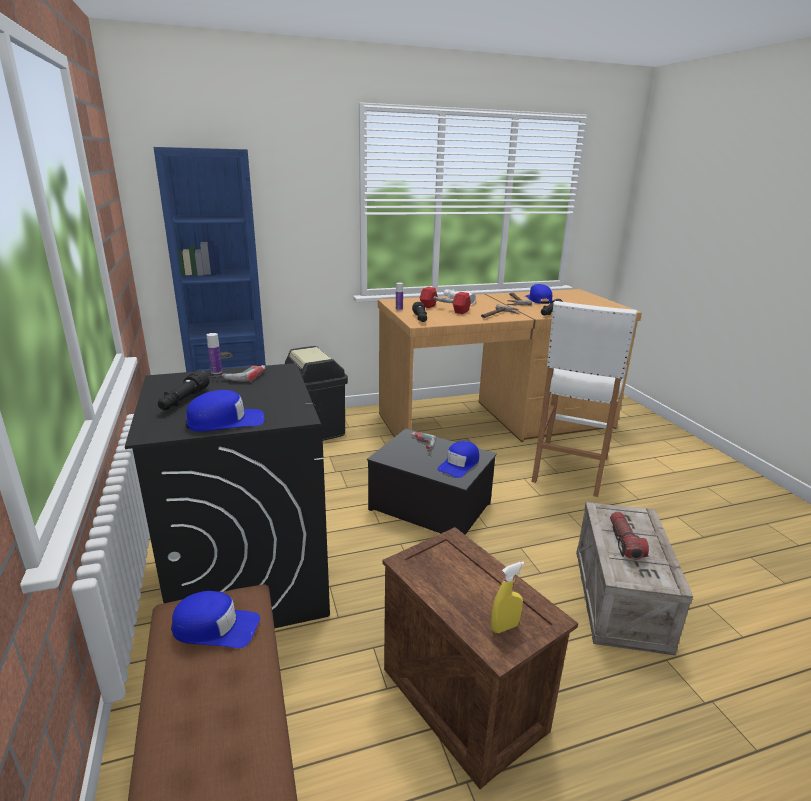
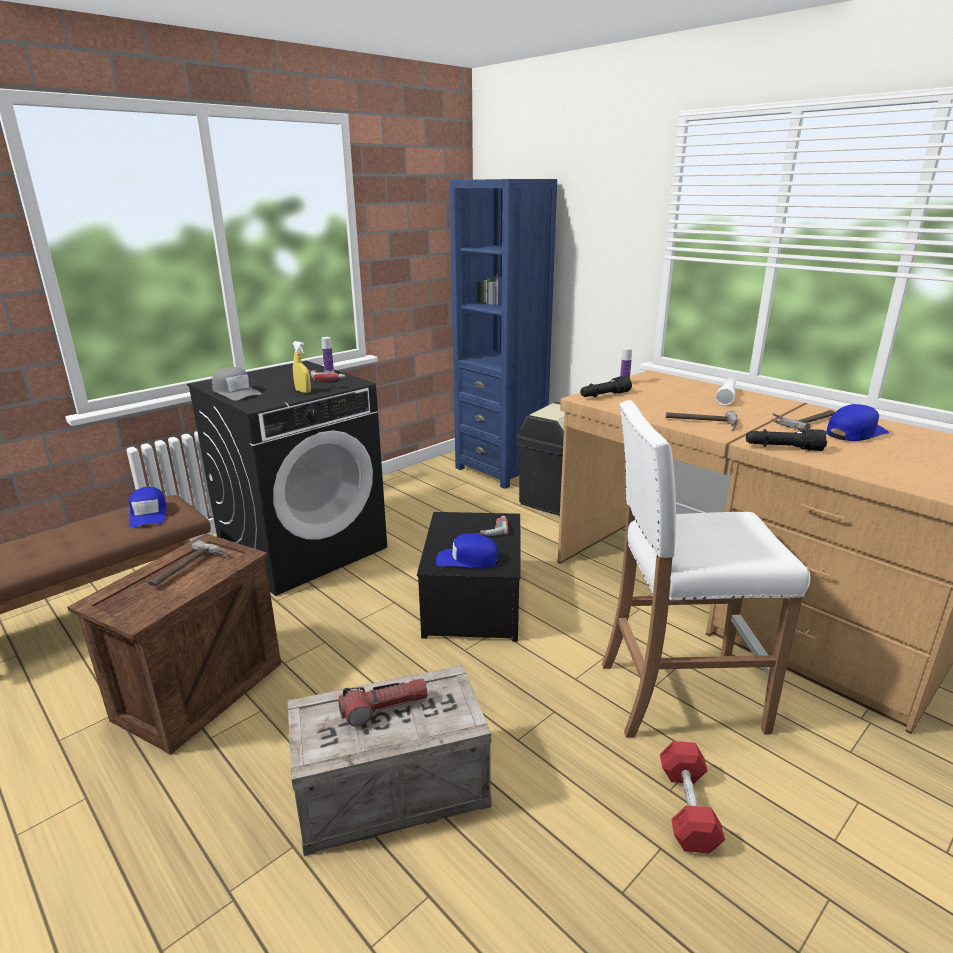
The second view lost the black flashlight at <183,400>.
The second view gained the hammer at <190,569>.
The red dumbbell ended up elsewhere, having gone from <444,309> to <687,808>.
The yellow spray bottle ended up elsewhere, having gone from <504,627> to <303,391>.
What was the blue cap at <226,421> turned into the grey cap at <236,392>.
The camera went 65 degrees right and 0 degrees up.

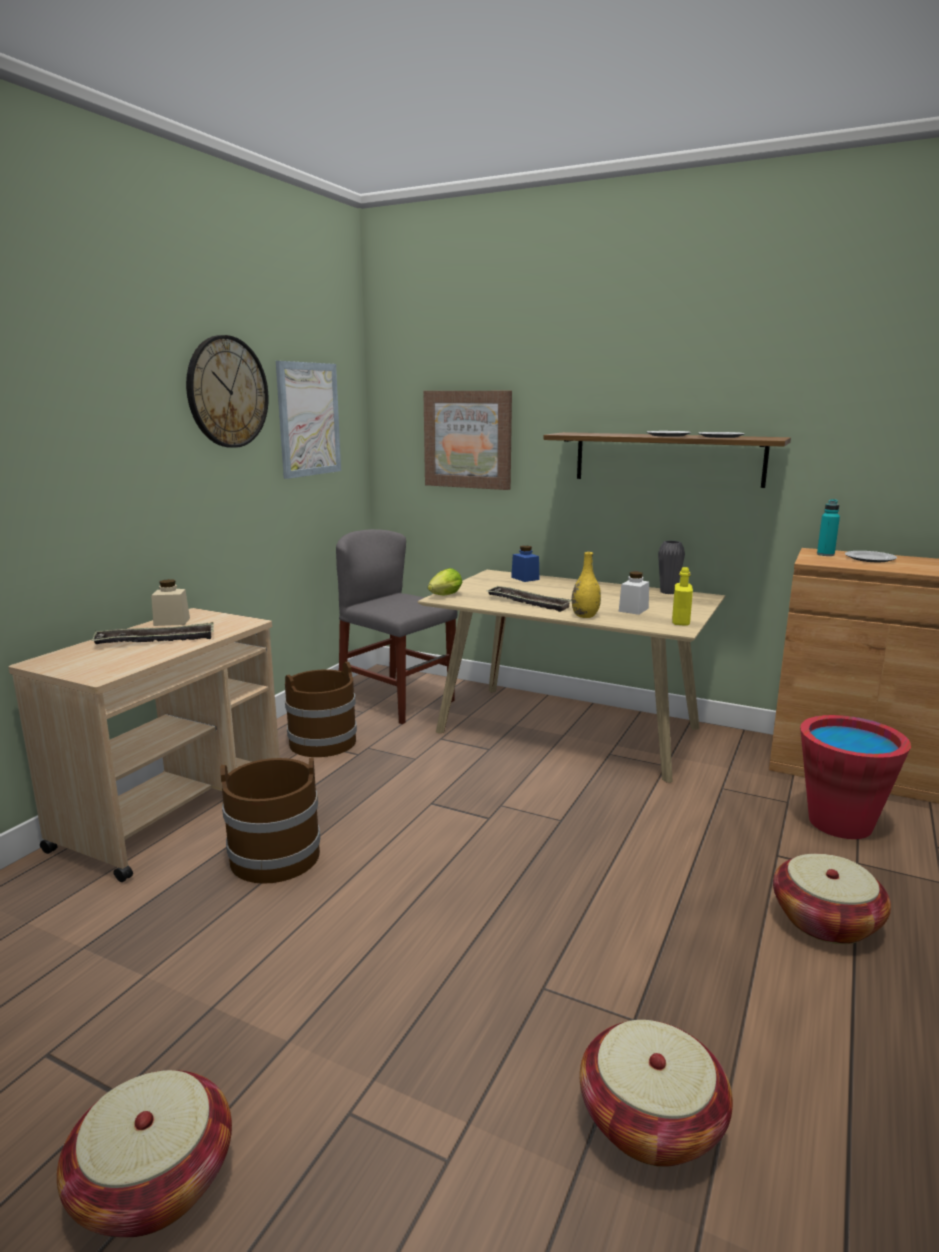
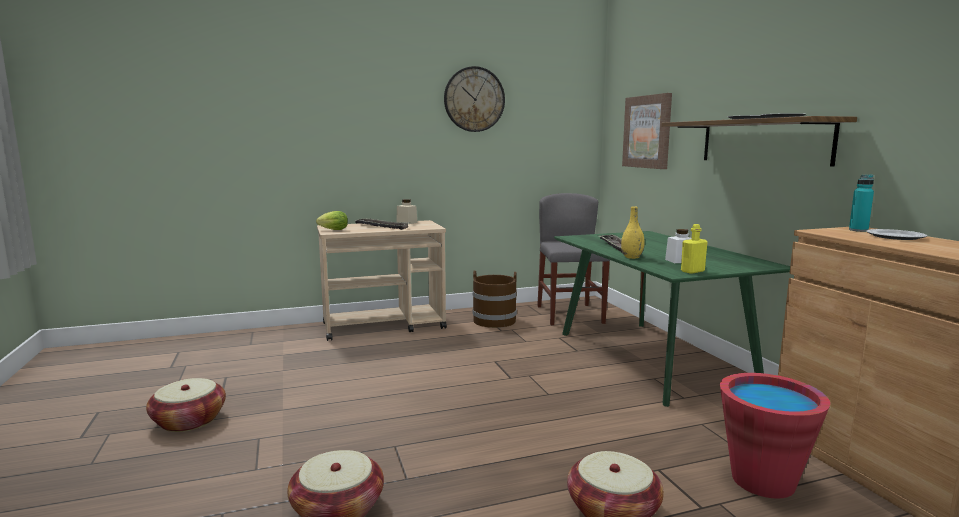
The second view lost the brown bucket at <274,857>.
The second view lost the picture at <309,419>.
The second view lost the blue jar at <525,578>.
The second view lost the grey vase at <668,592>.
The lettuce ended up elsewhere, having gone from <443,596> to <332,230>.
What was the beige dining table at <569,729> turned into the green dining table at <653,358>.
The camera went 45 degrees right and 5 degrees down.

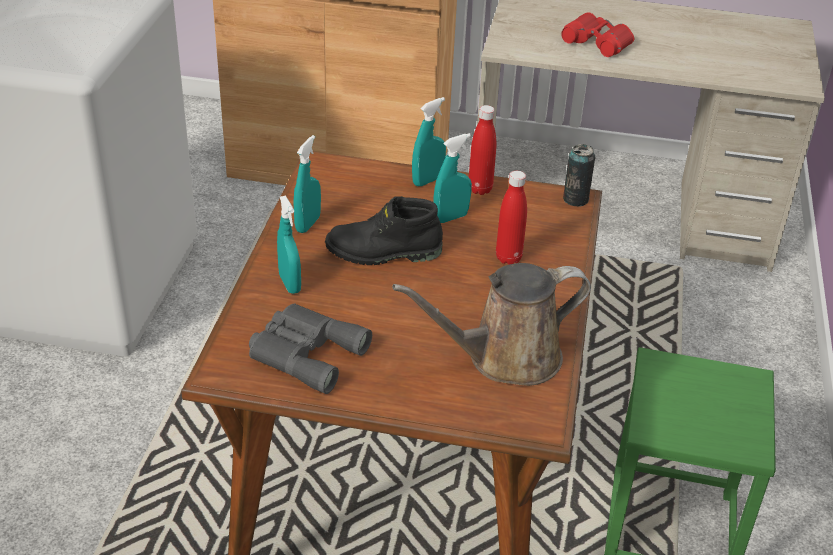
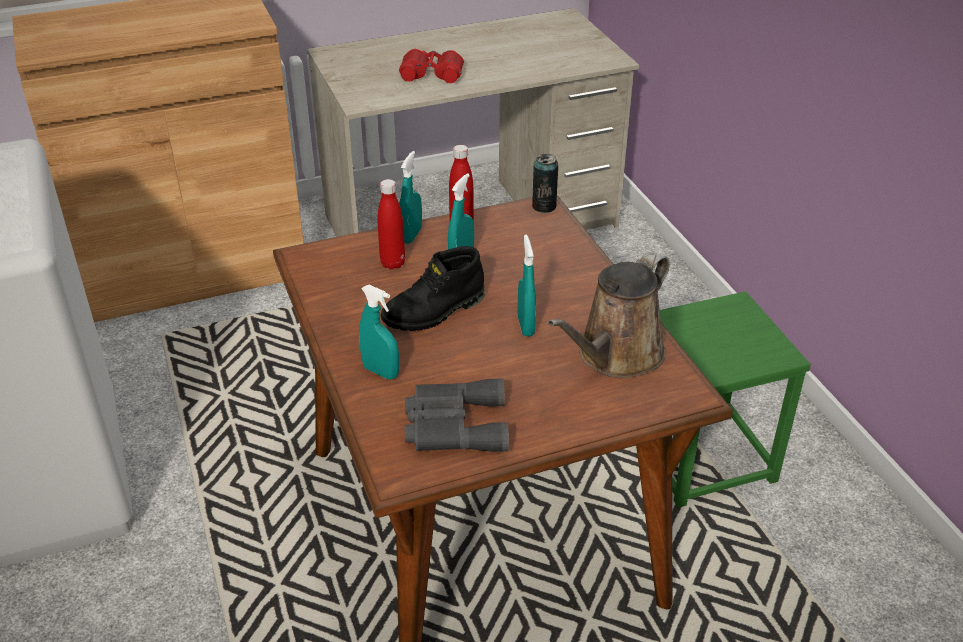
The turquoise spray bottle ended up elsewhere, having gone from <308,224> to <525,326>.
The red bottle ended up elsewhere, having gone from <508,258> to <392,263>.
The camera went 30 degrees left and 0 degrees up.

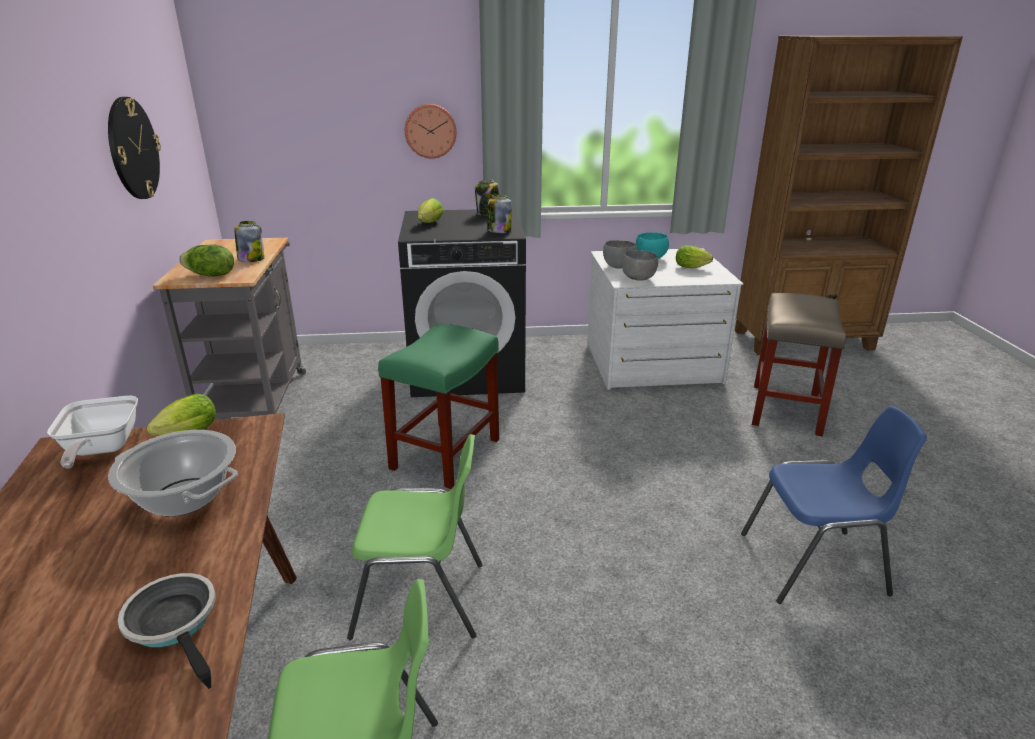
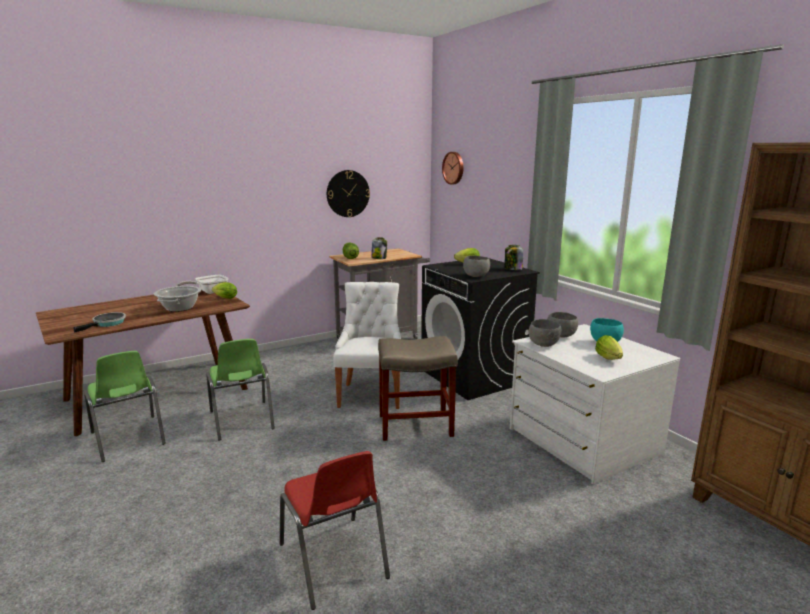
The wall clock ended up elsewhere, having gone from <430,131> to <454,168>.
The beige stool ended up elsewhere, having gone from <785,408> to <416,425>.
Where the green stool stood at <446,453>, the white chair came to stand at <371,394>.
Where the jar stood at <499,231>, the grey bowl came to stand at <475,276>.
What was the blue chair at <815,565> turned into the red chair at <334,562>.
The camera went 65 degrees right and 10 degrees down.

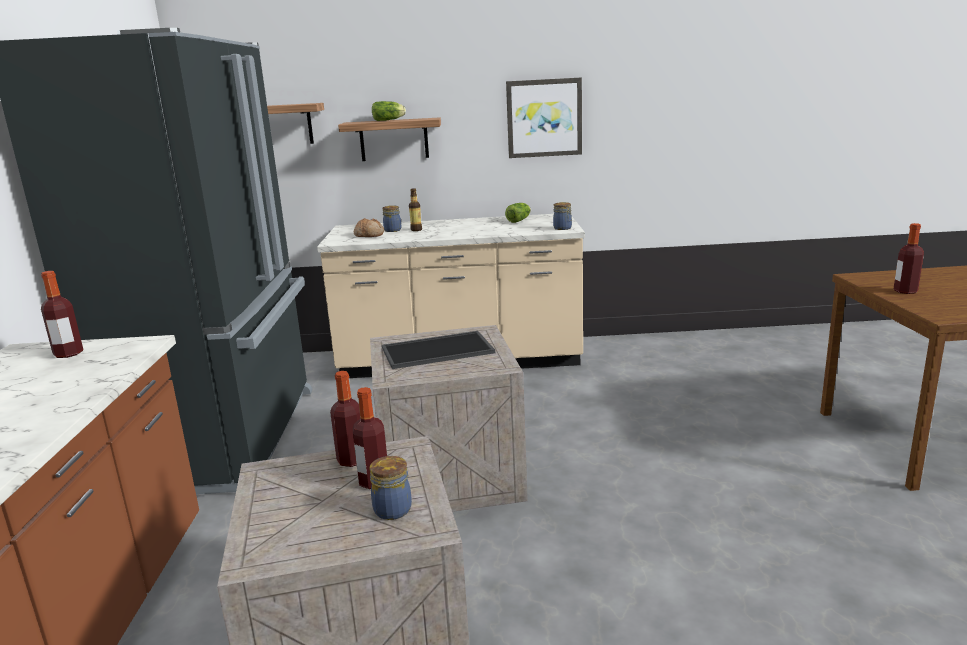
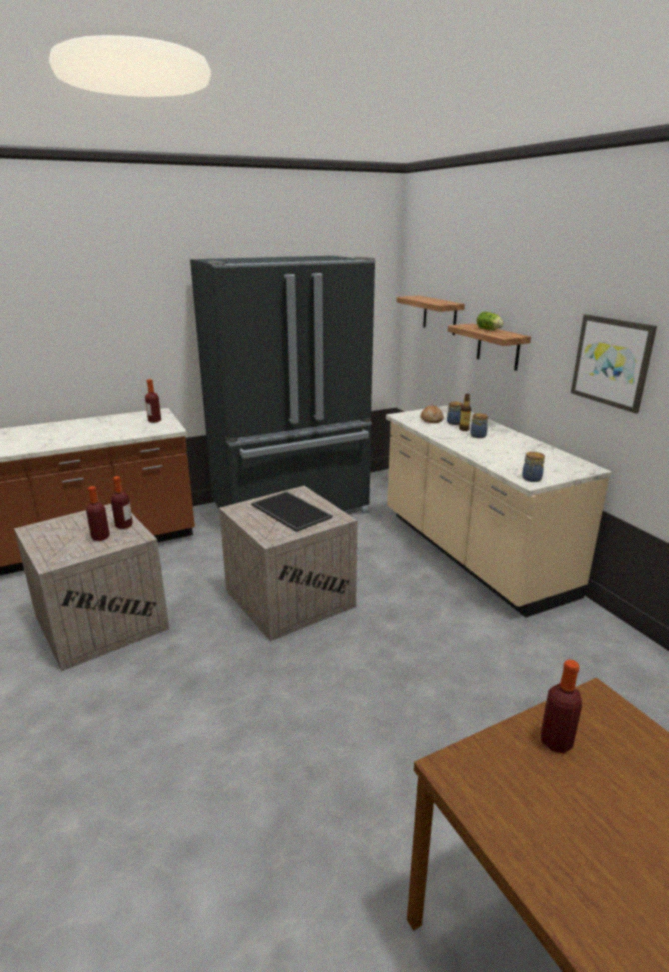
The second view lost the lettuce at <519,220>.
The jar ended up elsewhere, having gone from <392,509> to <478,435>.
The camera went 65 degrees right and 5 degrees up.

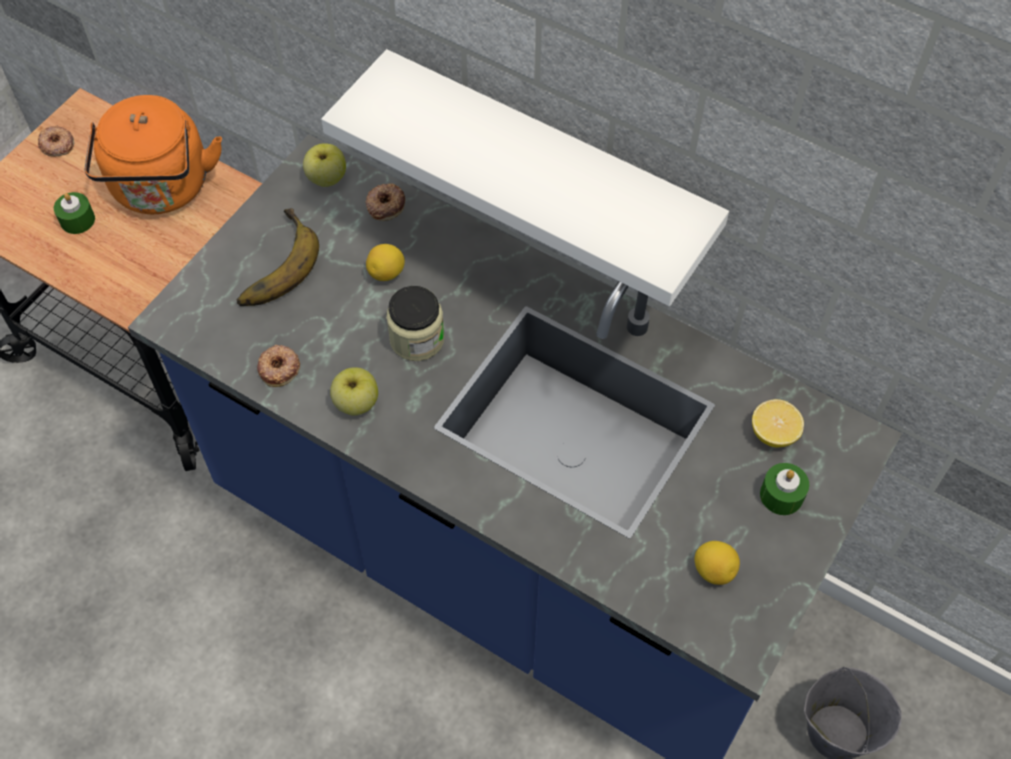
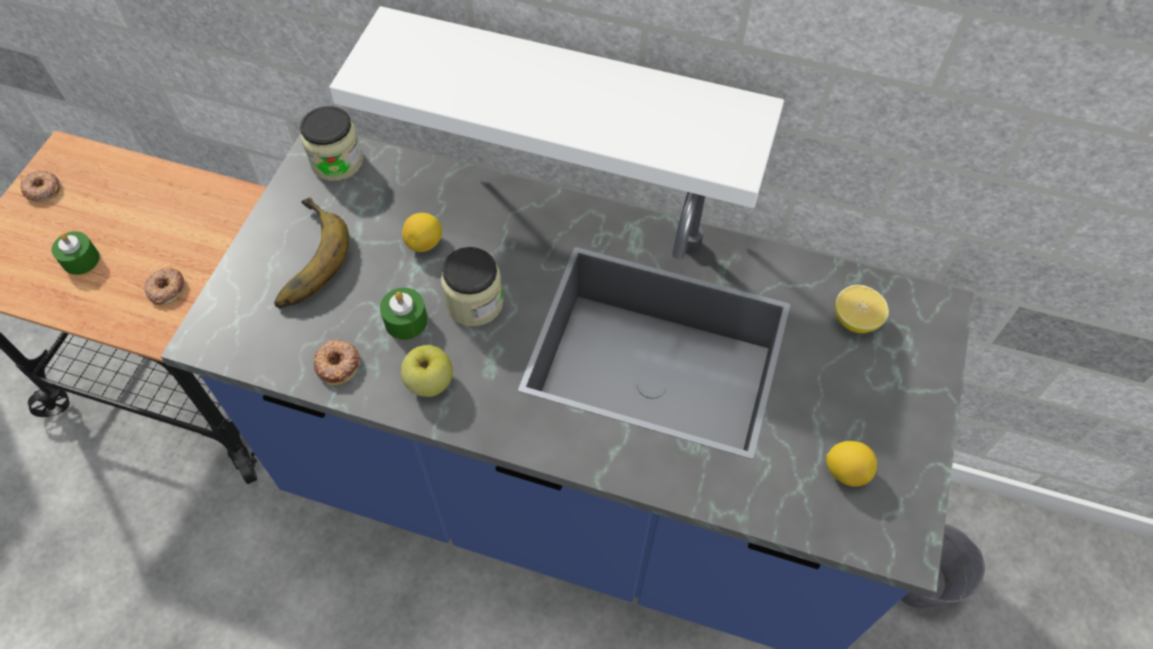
The second view lost the orange kettle at <161,190>.
The donut ended up elsewhere, having gone from <385,205> to <166,289>.
The green candle ended up elsewhere, having gone from <781,495> to <406,321>.
Where the apple stood at <326,178>, the jar came to stand at <337,162>.
The camera went 15 degrees left and 0 degrees up.

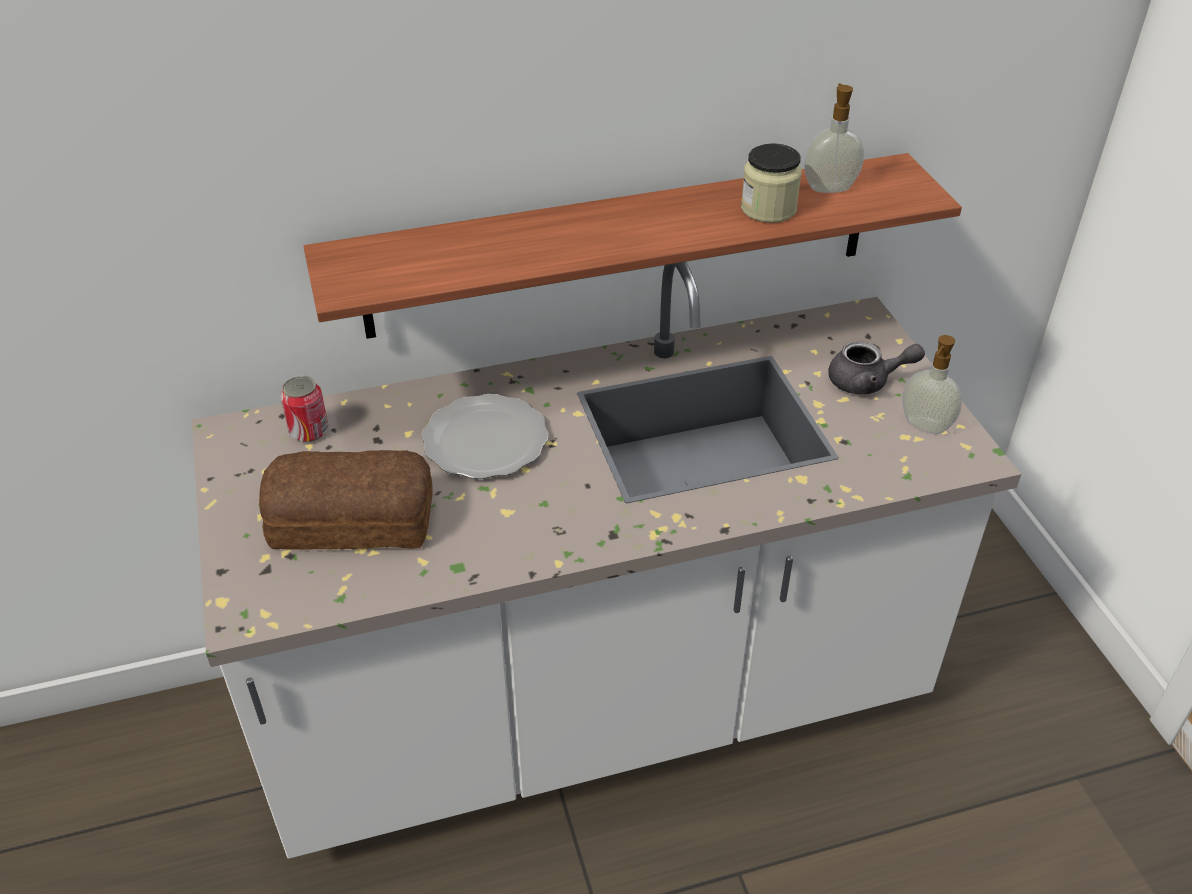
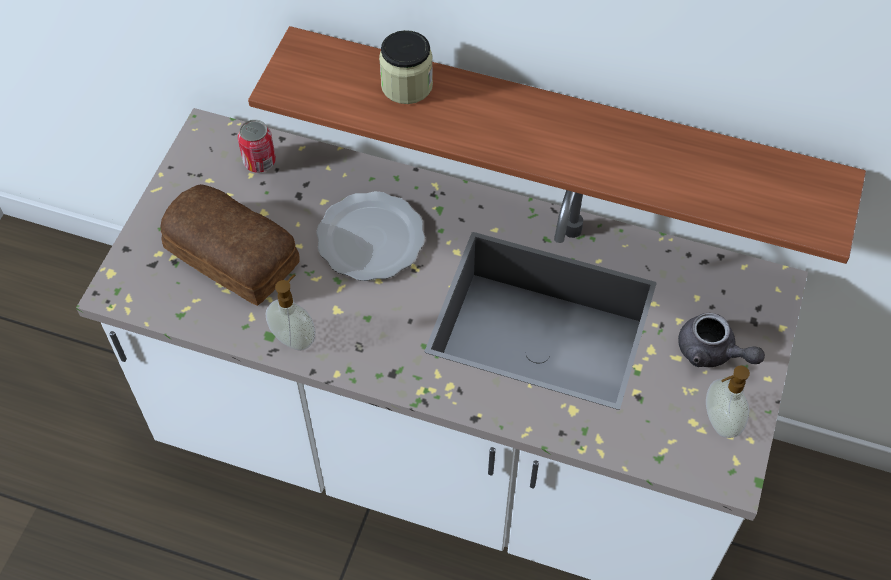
The jar ended up elsewhere, having gone from <768,209> to <407,85>.
The soap dispenser ended up elsewhere, having gone from <829,187> to <294,338>.
The camera went 35 degrees right and 15 degrees up.

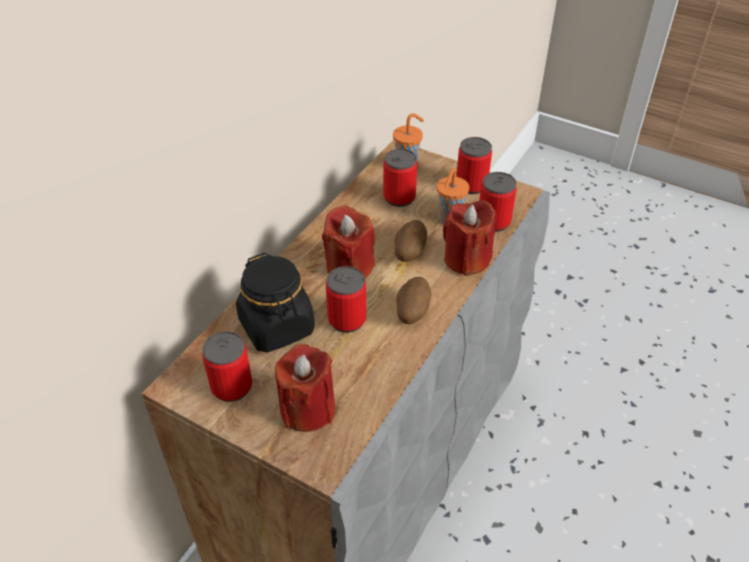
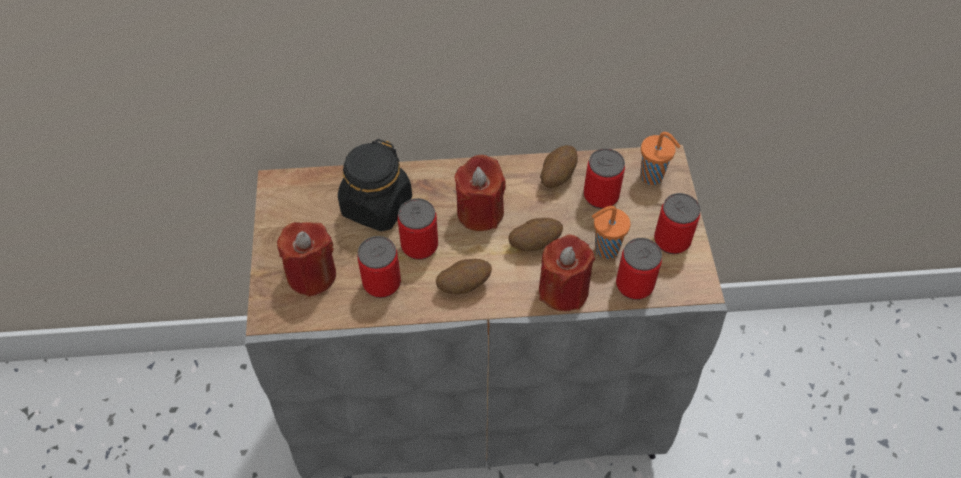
The second view gained the potato at <557,176>.
The can ended up elsewhere, having gone from <232,387> to <382,283>.
The camera went 55 degrees right and 10 degrees up.

